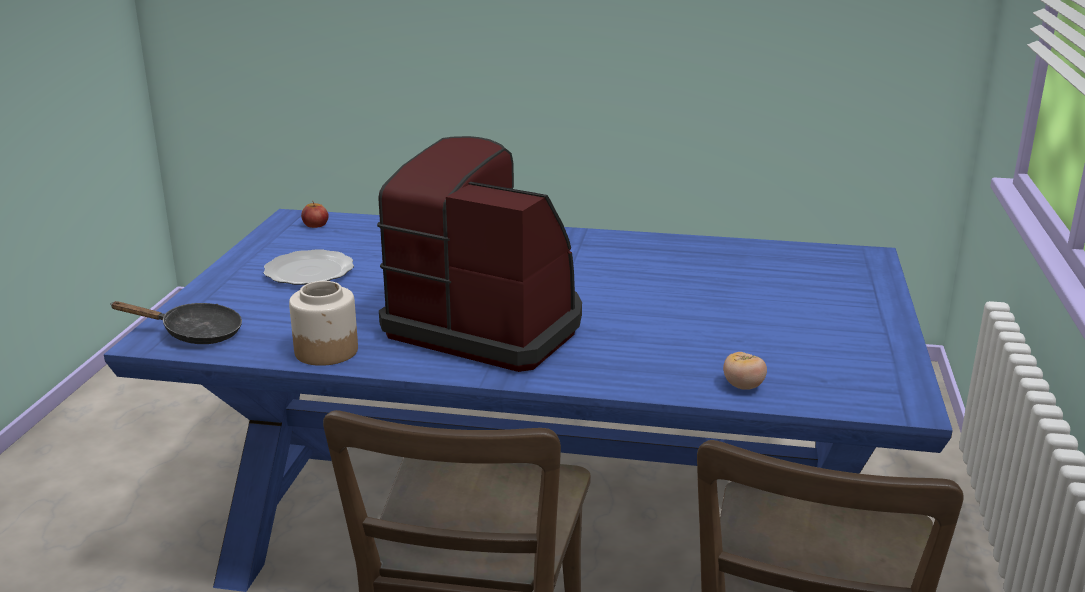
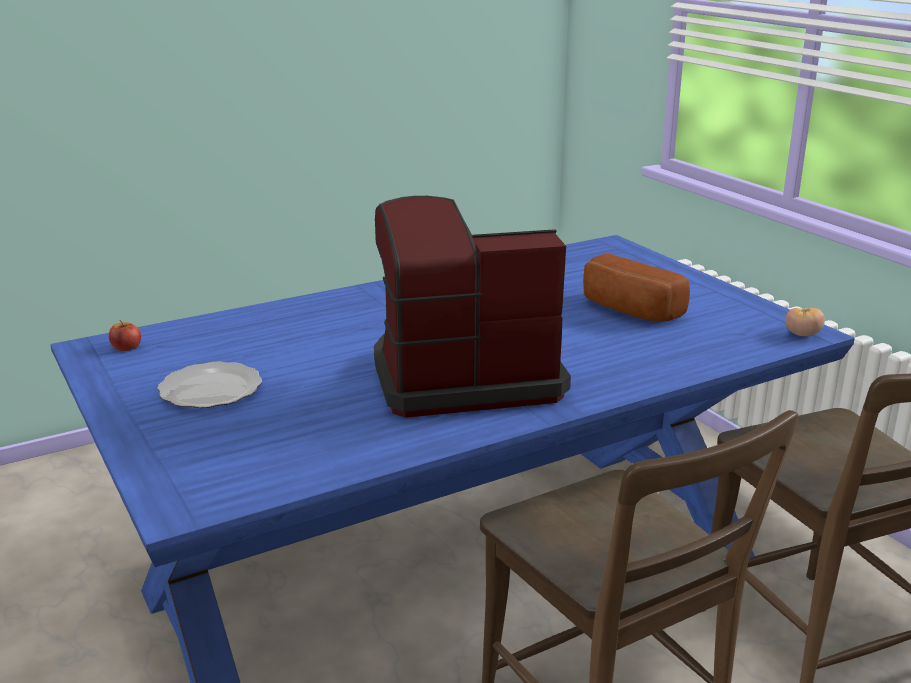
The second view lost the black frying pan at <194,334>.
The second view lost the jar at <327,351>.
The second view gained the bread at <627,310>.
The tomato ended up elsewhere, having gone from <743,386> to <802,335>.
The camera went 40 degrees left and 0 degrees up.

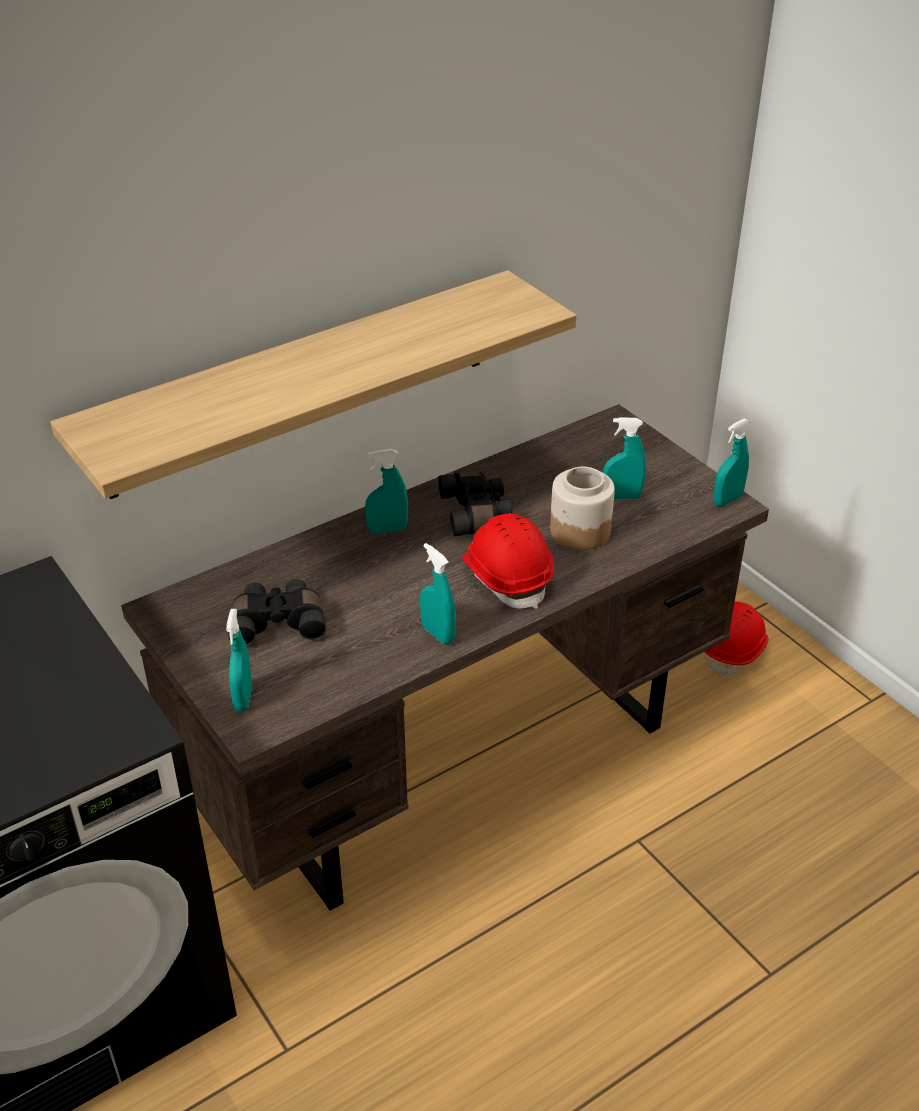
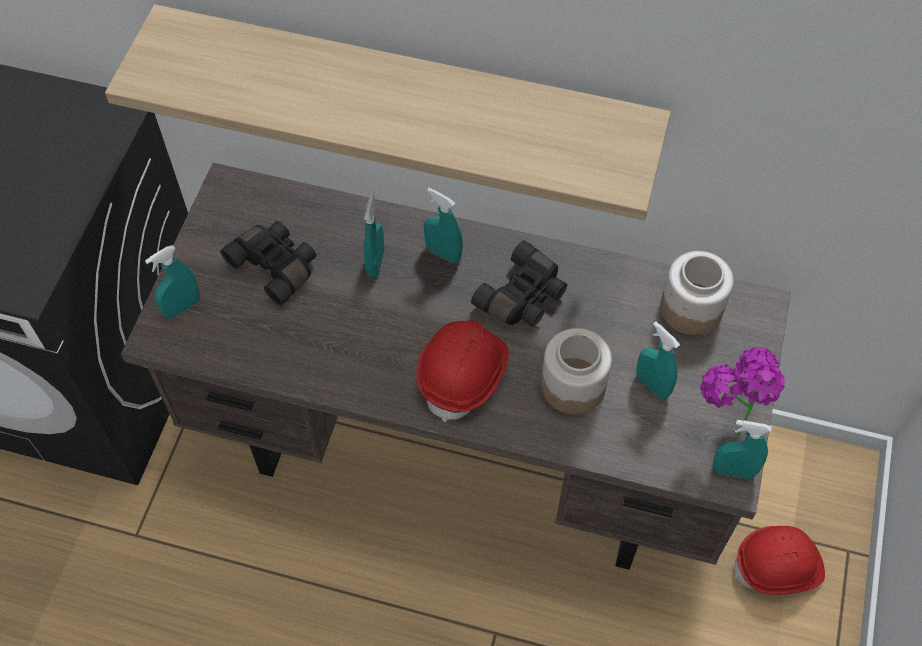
The second view gained the jar at <690,308>.
The second view gained the potted plant at <725,423>.
The turquoise spray bottle ended up elsewhere, having gone from <438,634> to <375,263>.
The camera went 50 degrees right and 20 degrees up.

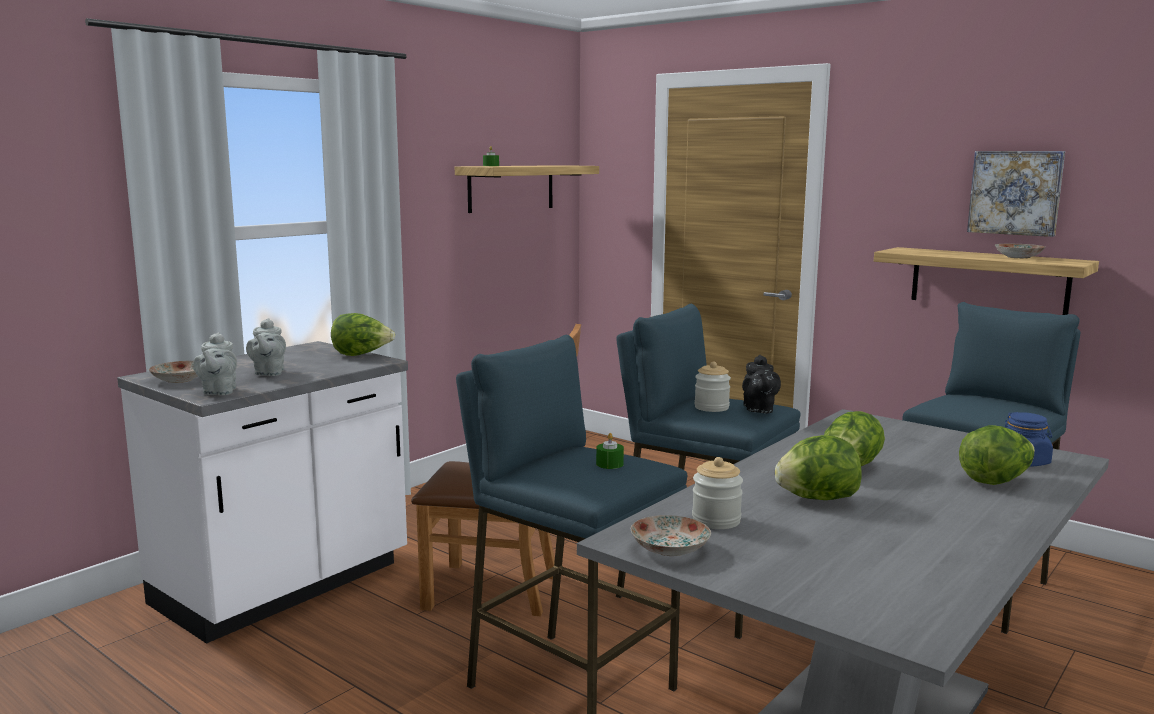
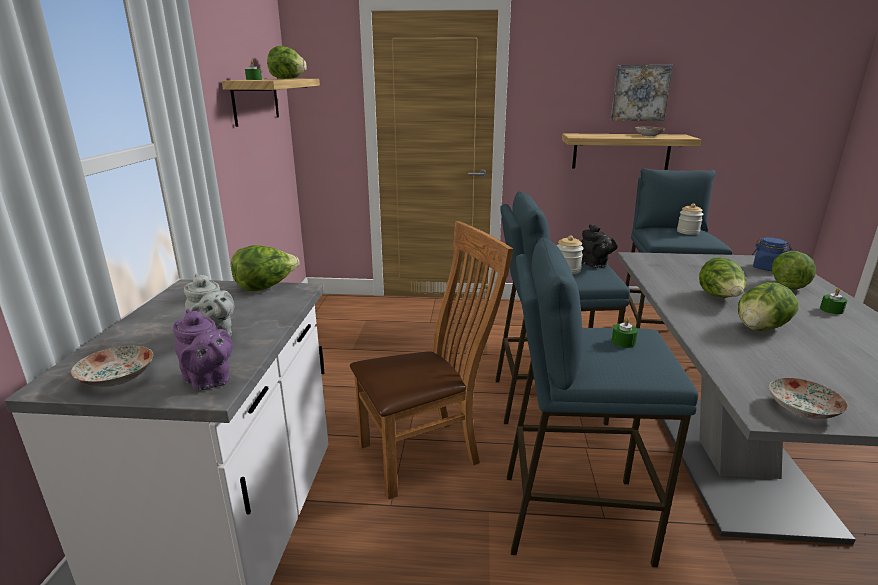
The second view gained the lettuce at <287,78>.
The second view gained the green candle at <831,310>.
The jar ended up elsewhere, having gone from <716,520> to <688,232>.
What was the grey teapot at <218,392> turned into the purple teapot at <209,381>.
The camera went 35 degrees left and 10 degrees up.

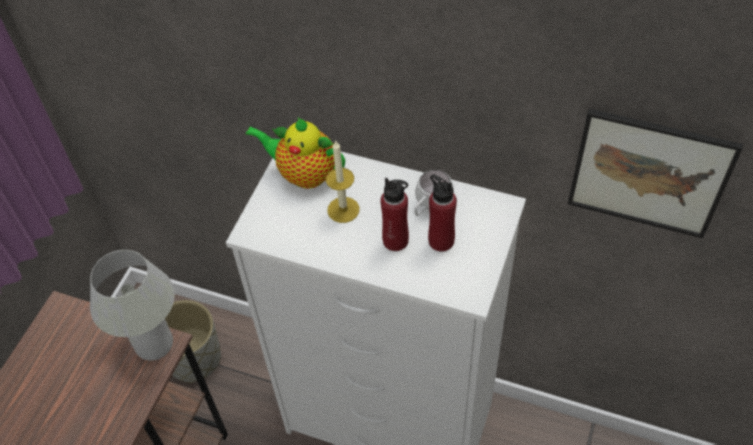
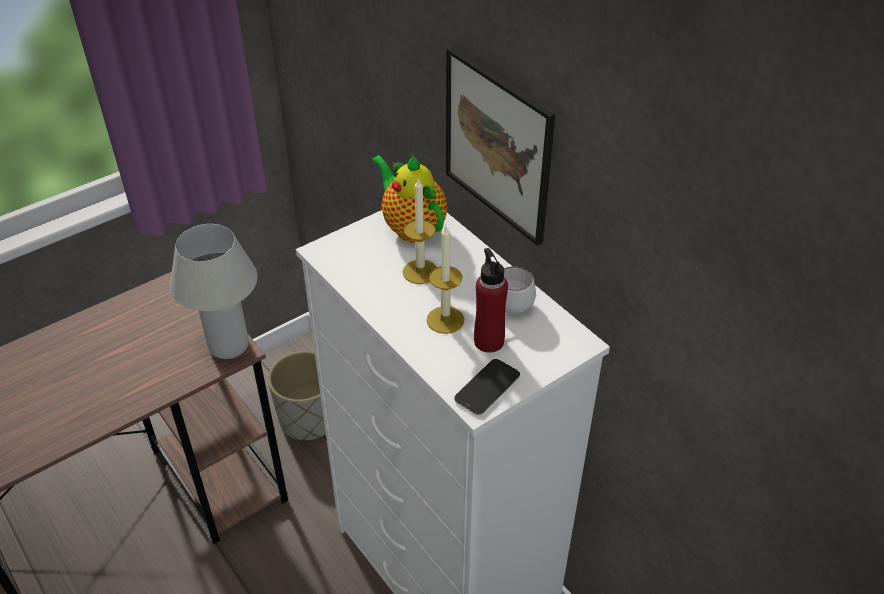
The second view gained the phone at <487,388>.
The picture ended up elsewhere, having gone from <649,173> to <498,145>.
Where the red bottle stood at <395,240>, the candle came to stand at <445,320>.
The camera went 30 degrees right and 10 degrees down.

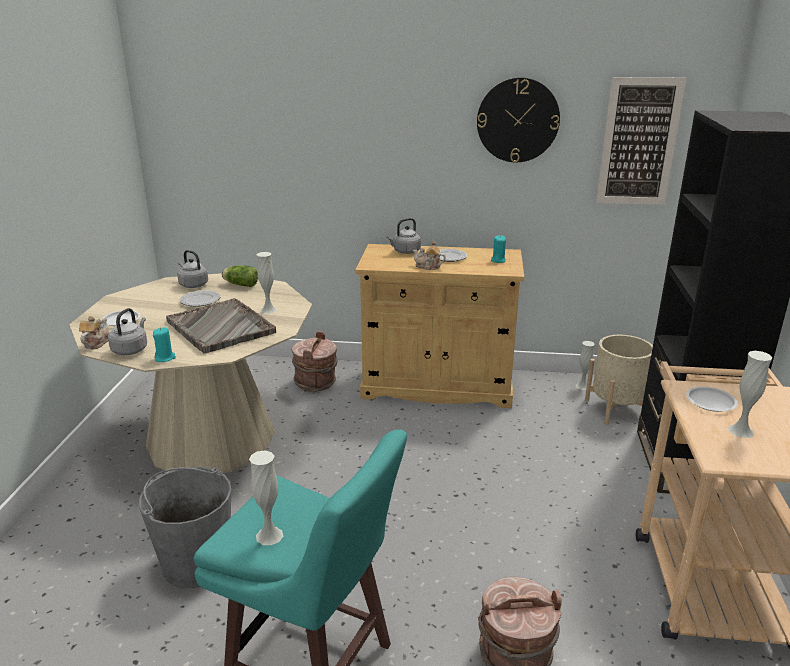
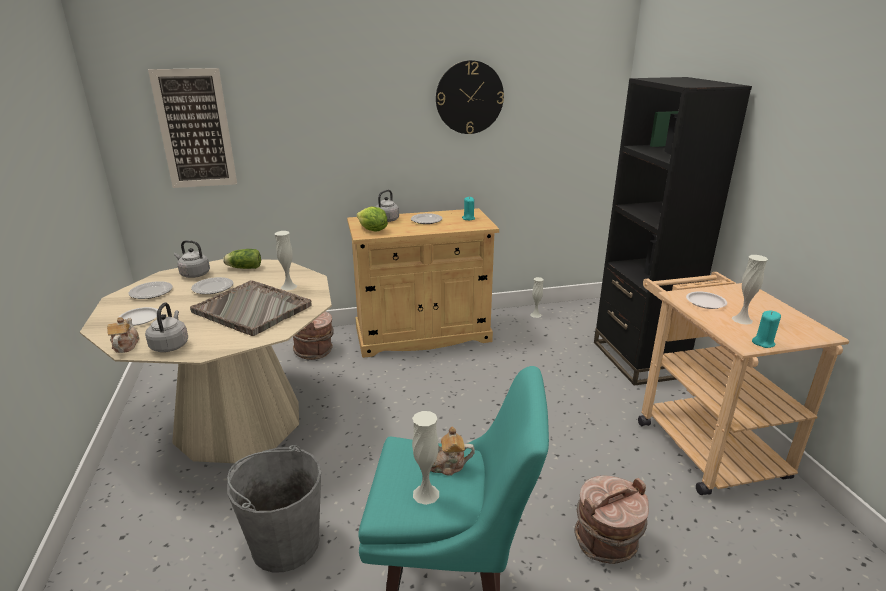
The second view lost the beige planter at <616,409>.
The second view gained the plate at <151,292>.
The second view gained the lettuce at <372,230>.
The turquoise candle ended up elsewhere, having gone from <165,358> to <763,343>.
The teapot ended up elsewhere, having gone from <428,267> to <445,465>.
The picture ended up elsewhere, having gone from <639,142> to <195,129>.
The camera went 20 degrees left and 0 degrees up.

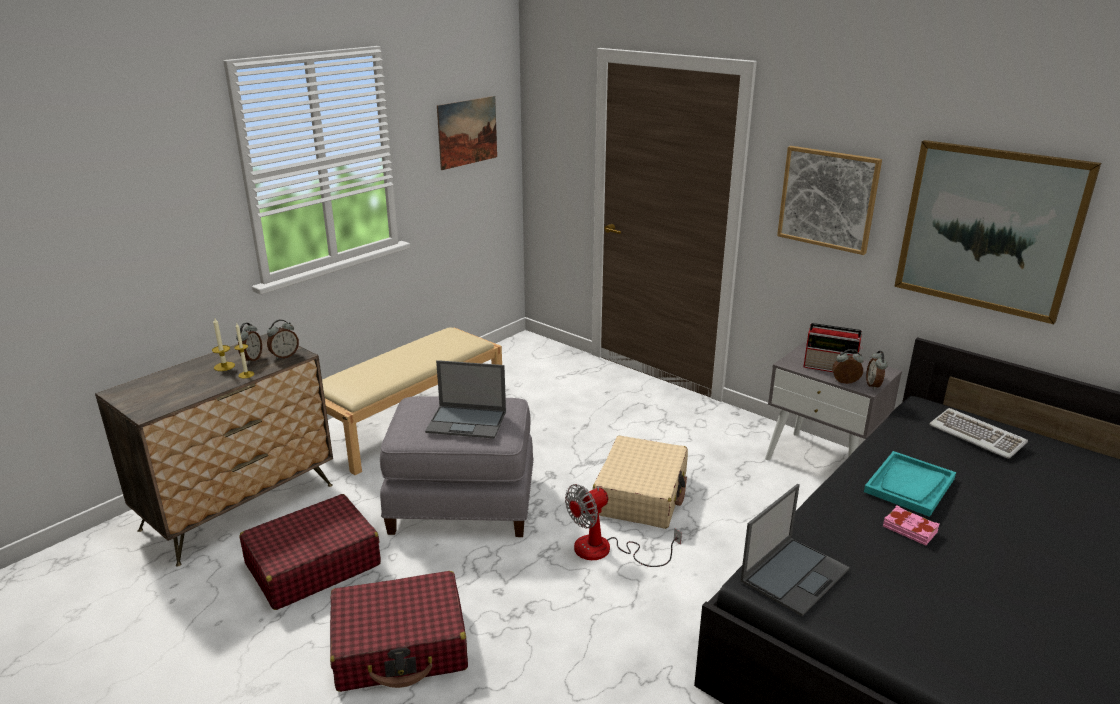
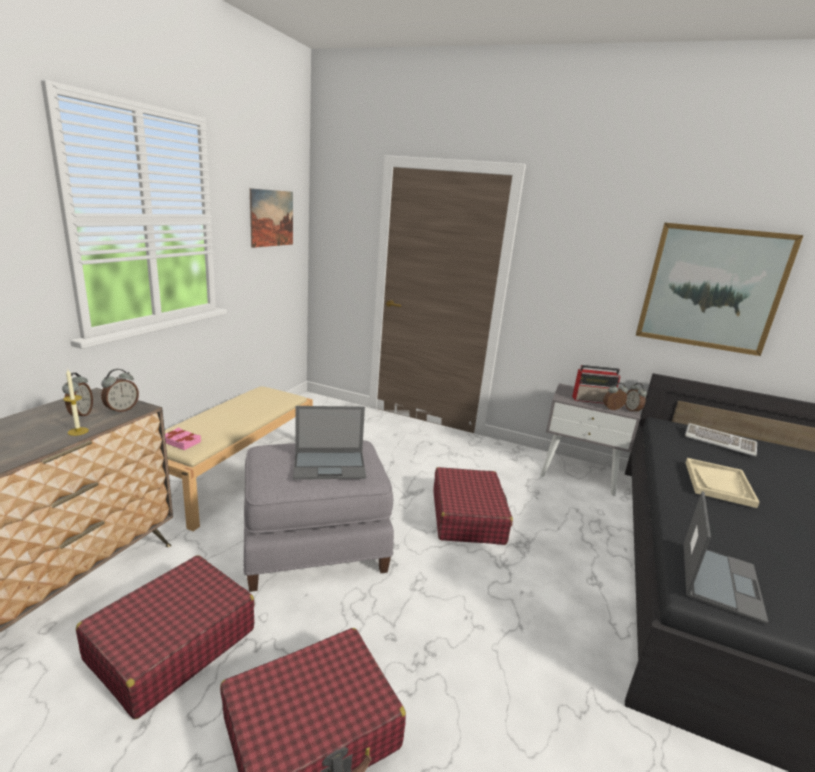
The second view lost the candle at <224,366>.
The second view lost the fan at <606,551>.
The second view lost the picture at <828,199>.
The pink book ended up elsewhere, having gone from <910,529> to <181,441>.
What was the beige suitcase at <641,494> turned into the red suitcase at <467,516>.
What was the turquoise tray at <909,485> turned into the beige tray at <718,484>.
The camera went 20 degrees left and 5 degrees down.

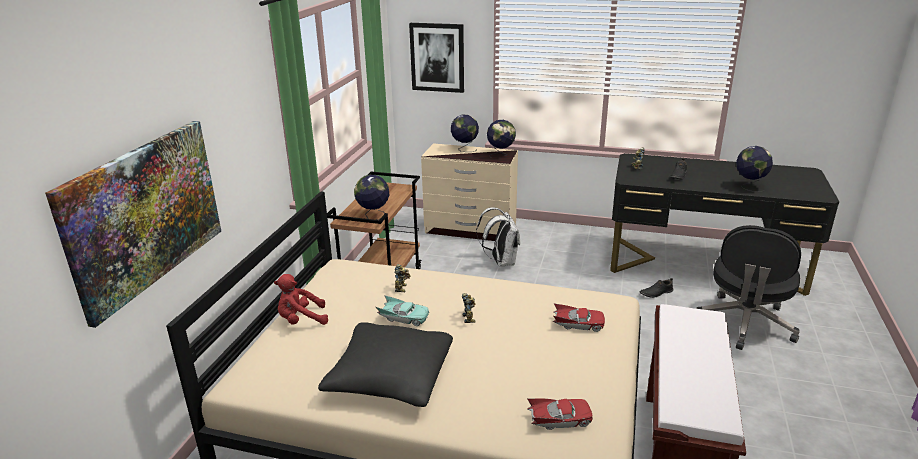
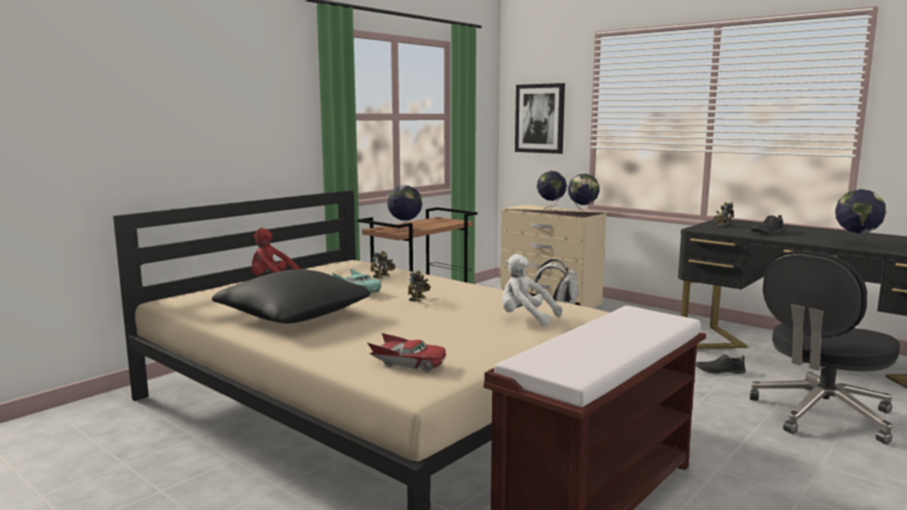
The second view lost the picture at <145,214>.
Where the red toy car stood at <578,324>, the white plush toy came to stand at <525,318>.
The camera went 25 degrees right and 15 degrees down.

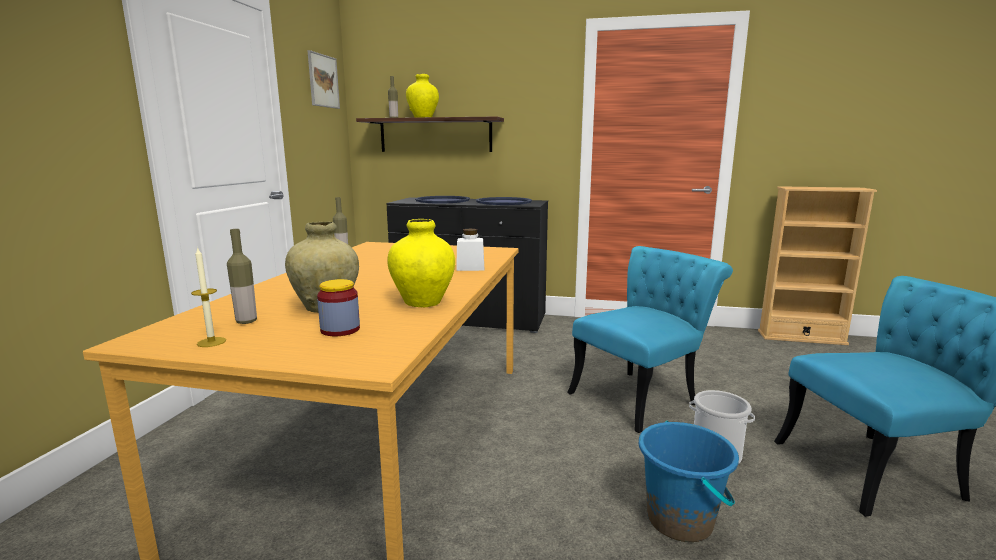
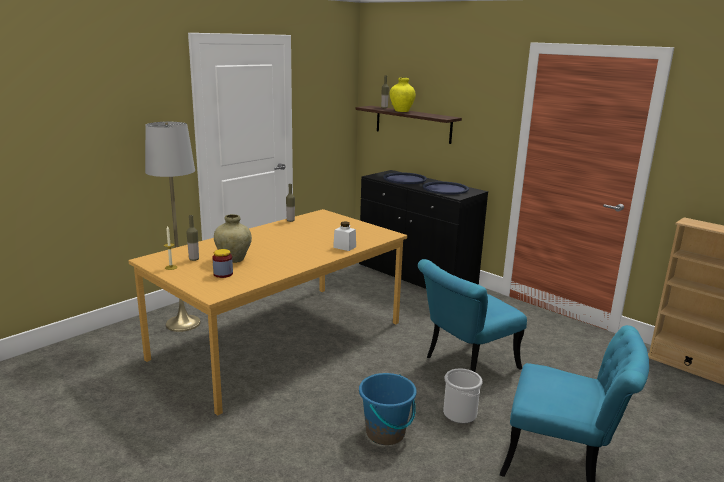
The second view lost the picture at <323,81>.
The second view lost the yellow vase at <423,302>.
The second view gained the grey floor lamp at <183,323>.
The turquoise chair at <641,396> ended up facing another way, 150 degrees clockwise from before.
The camera went 30 degrees right and 5 degrees up.

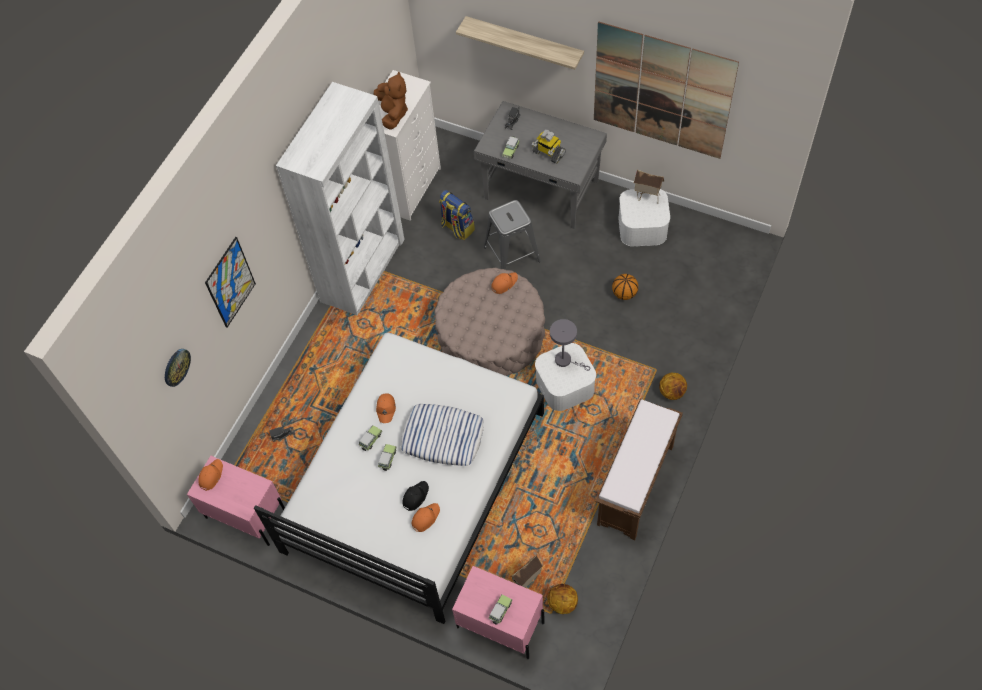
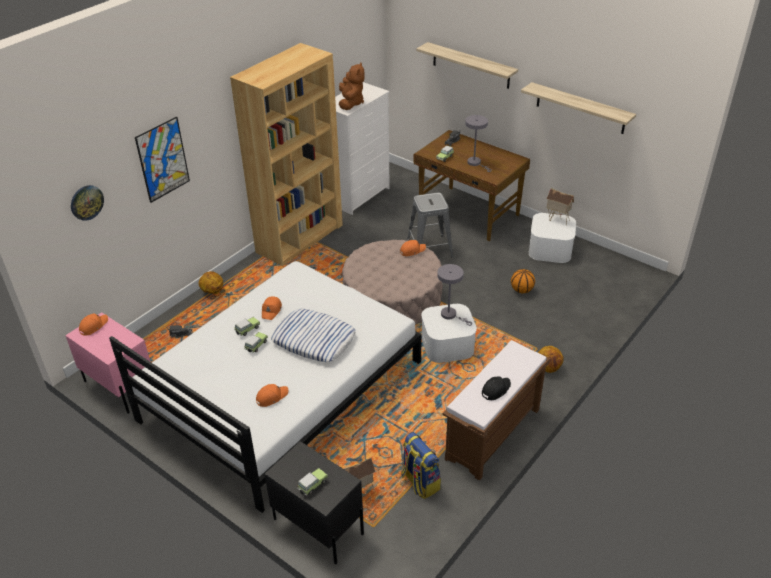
The black cap ended up elsewhere, having gone from <415,496> to <495,390>.
The backpack ended up elsewhere, having gone from <457,227> to <419,482>.
The basketball ended up elsewhere, having gone from <562,603> to <212,291>.
Where the toy robot stood at <548,153>, the grey table lamp came to stand at <476,163>.
Where the picture hung at <662,91>, the shelf came to hang at <580,108>.
What was the white bookcase at <363,269> turned into the brown bookcase at <300,238>.
What was the pink nightstand at <500,624> turned into the black nightstand at <318,526>.
What was the grey desk at <541,191> turned into the brown desk at <468,214>.
The camera went 10 degrees right and 20 degrees down.

